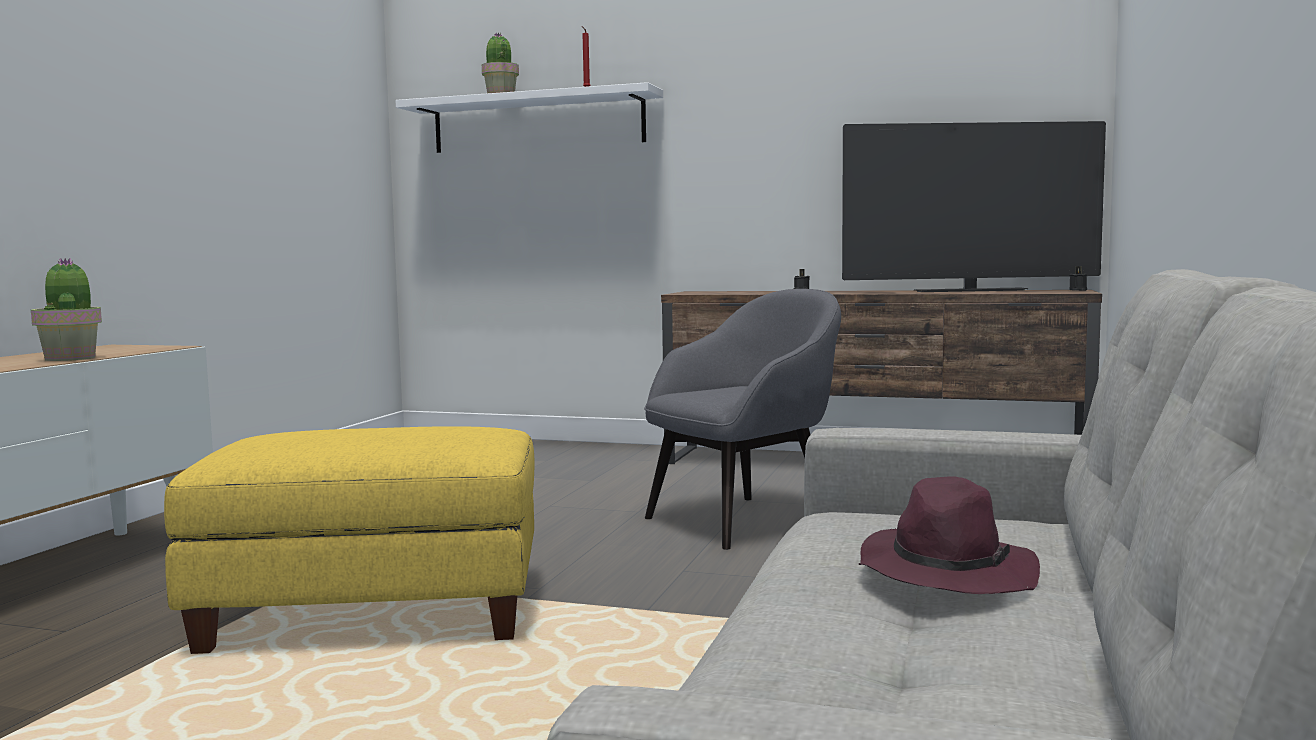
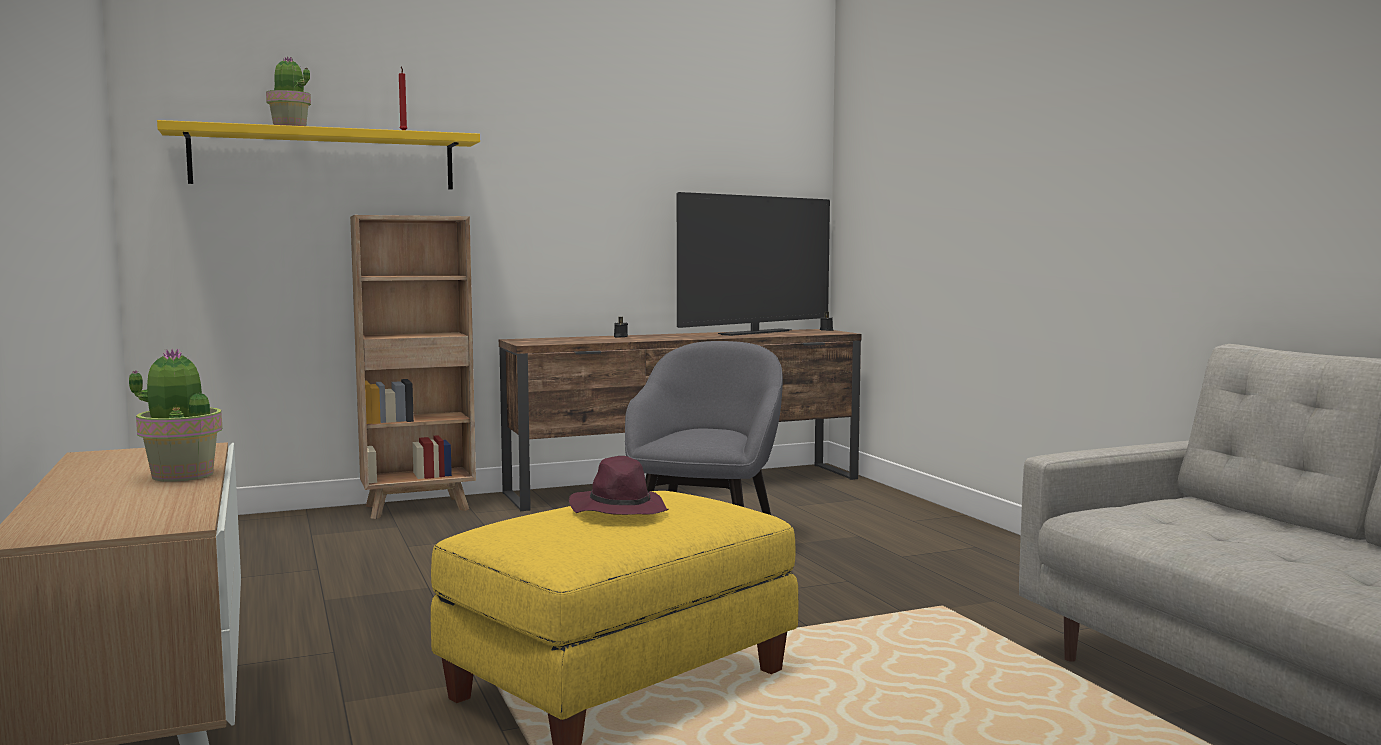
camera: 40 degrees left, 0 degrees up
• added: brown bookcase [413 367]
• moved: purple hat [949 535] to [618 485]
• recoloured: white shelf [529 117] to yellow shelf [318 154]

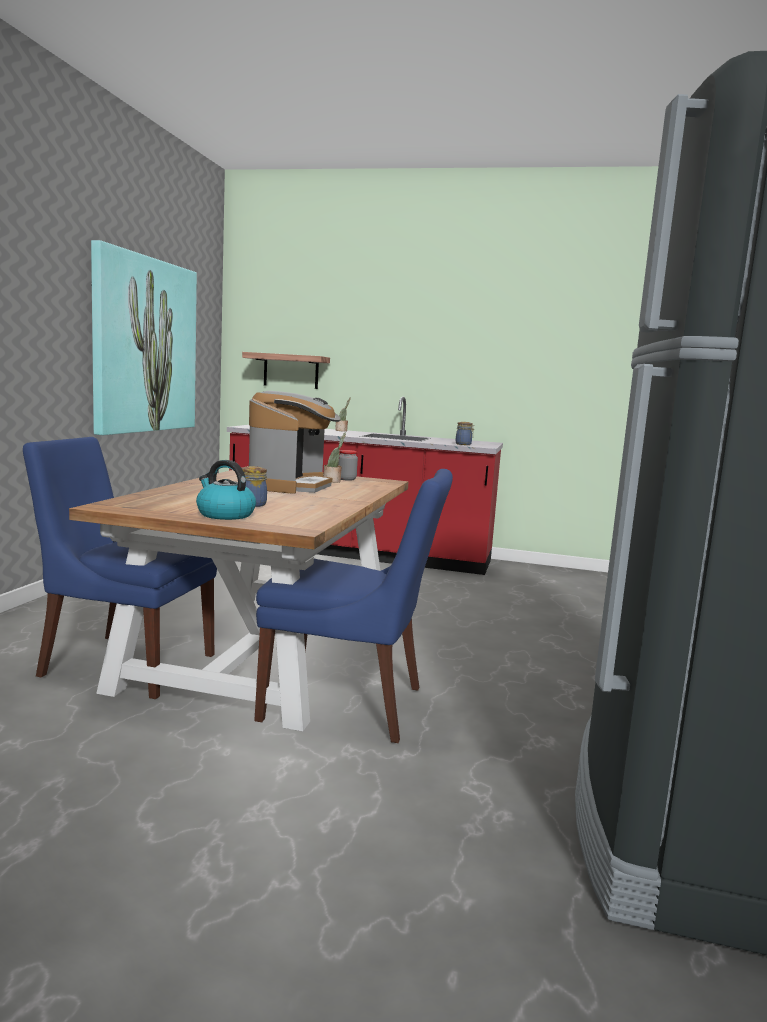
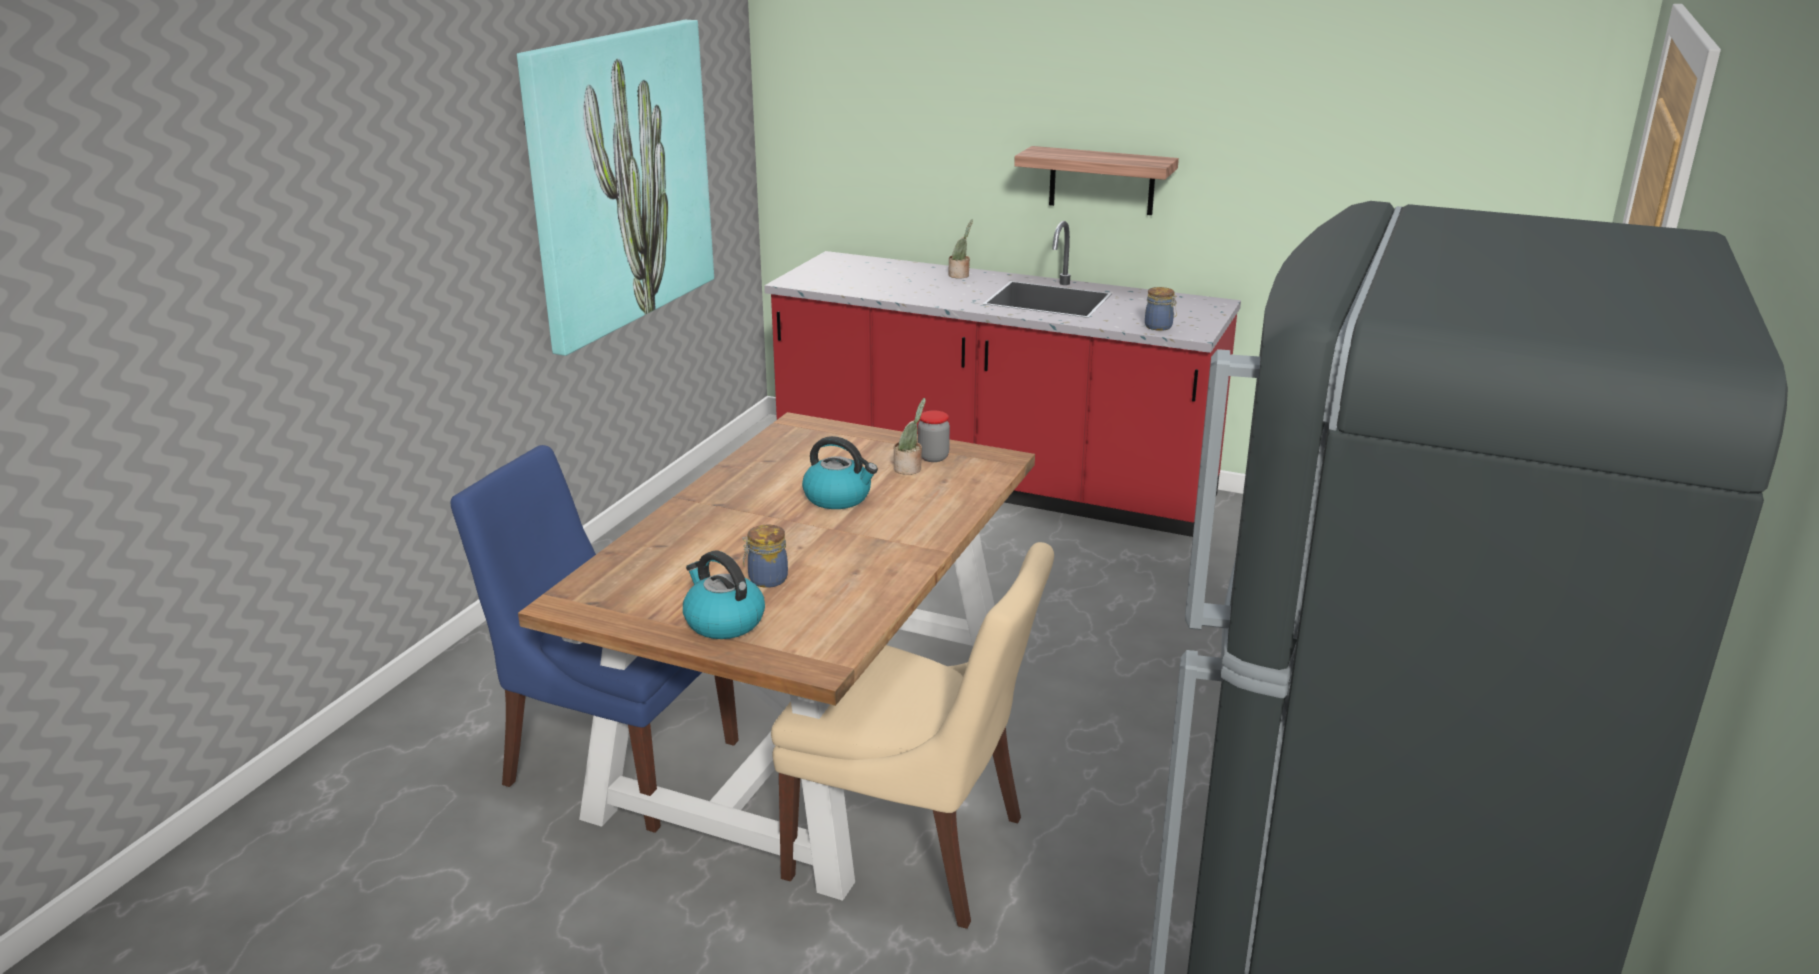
camera: 10 degrees right, 15 degrees up
• moved: shelf [286 370] to [1096 180]
• replaced: coffee machine [295 442] to kettle [840 472]
• recoloured: blue chair [353 606] to beige chair [912 735]

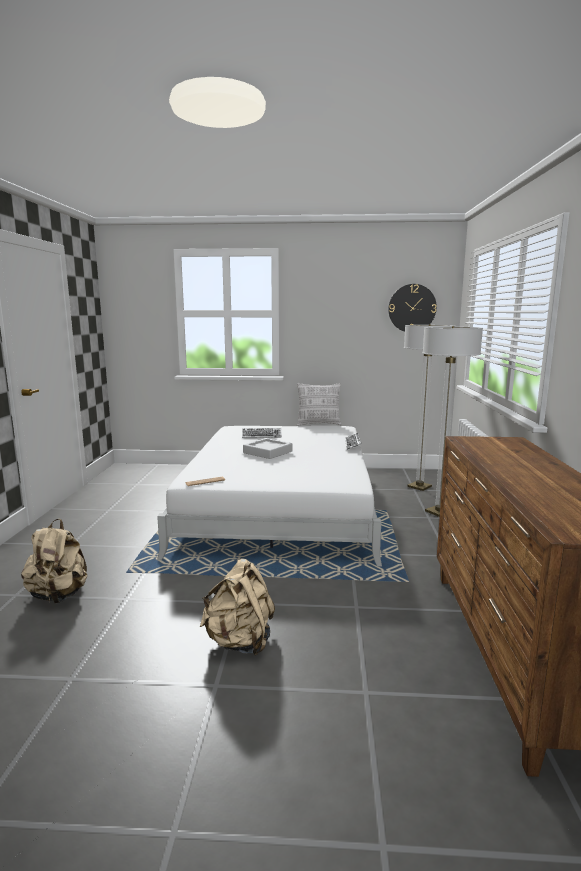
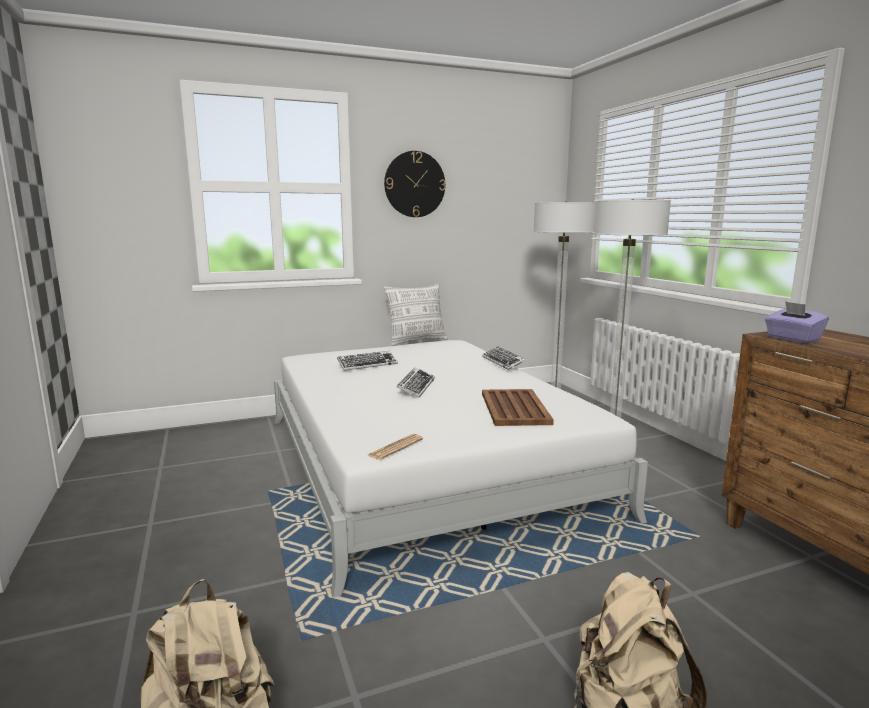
camera: 25 degrees left, 0 degrees up
• added: brown tray [518 407]
• added: purple tissue box [797 322]
• moved: wall clock [412 308] to [415 184]
• replaced: grey tray [268 448] to keyboard [416 383]

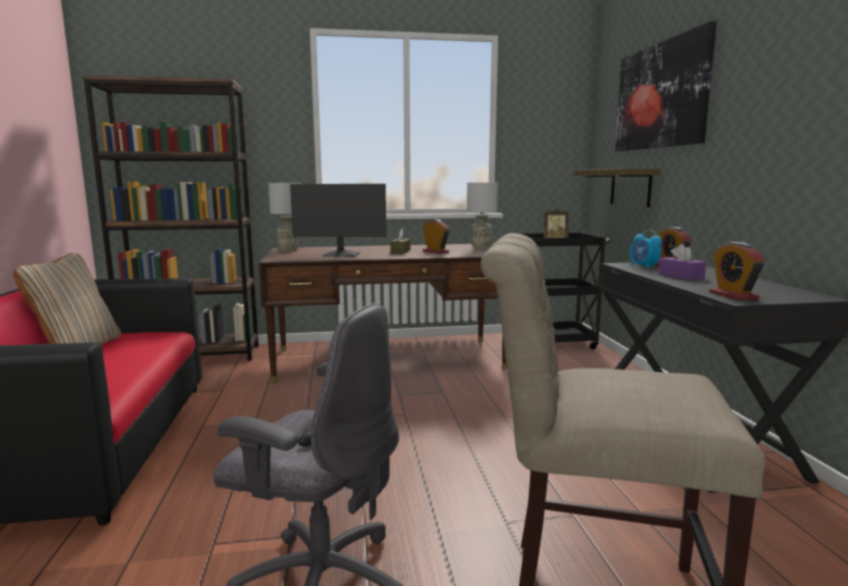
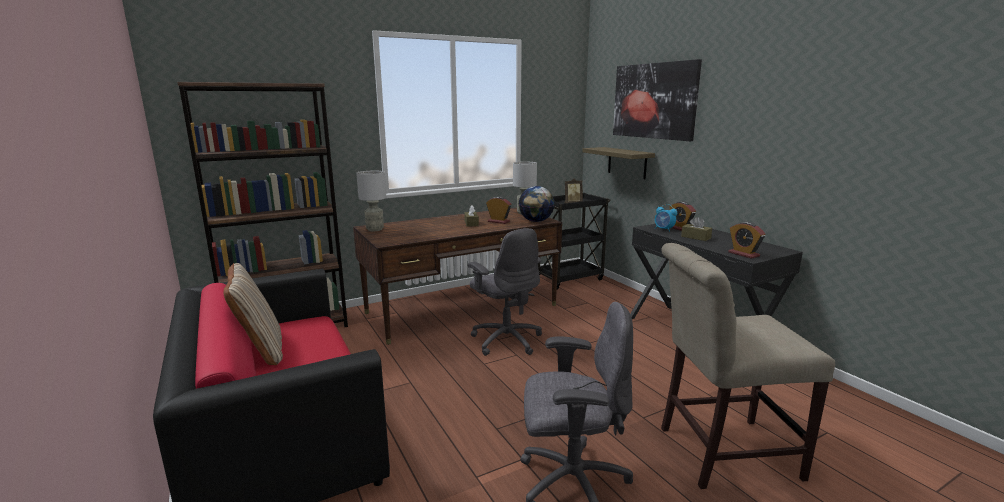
camera: 20 degrees left, 5 degrees up
• removed: monitor [338 220]
• added: grey office chair [505 292]
• added: globe [537 204]
• recoloured: purple tissue box [682 262] to brown tissue box [696 229]

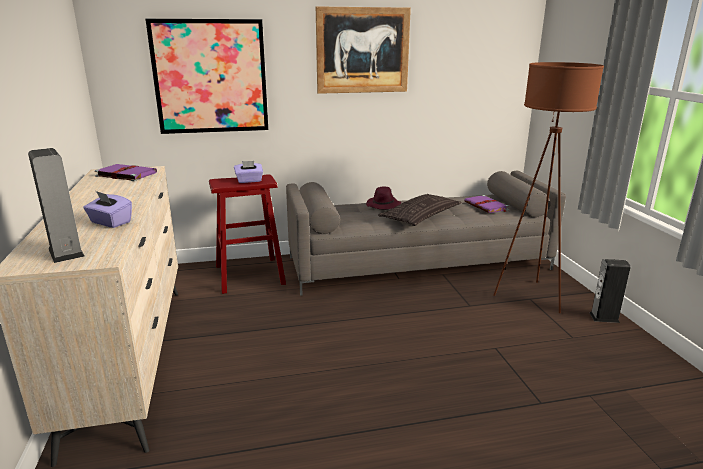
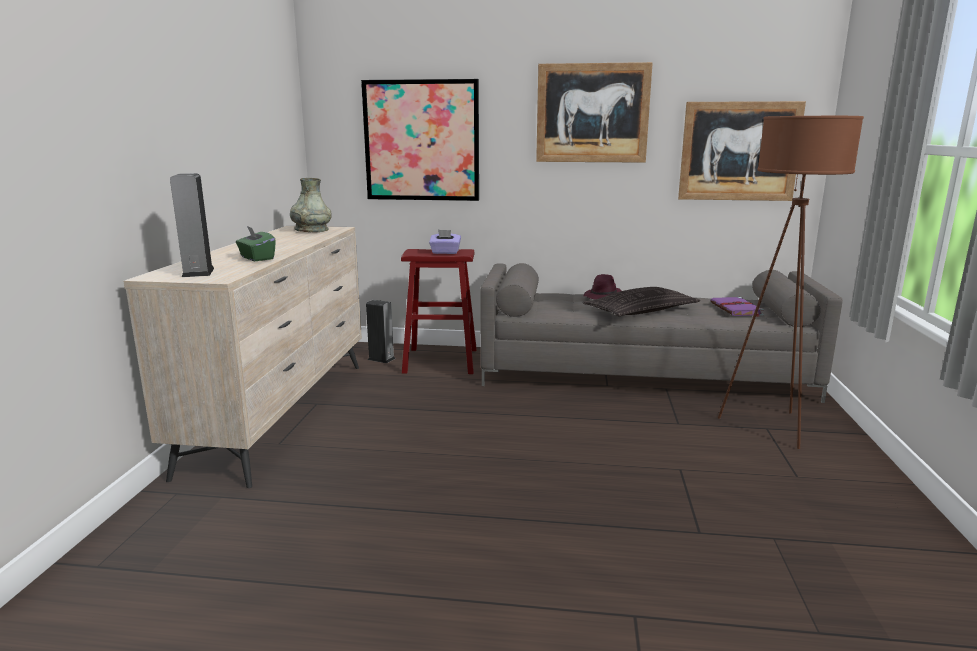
camera: 20 degrees right, 5 degrees down
• added: picture [742 151]
• moved: speaker [610 291] to [381 331]
• replaced: purple book [126 172] to grey vase [311 205]
• recoloured: purple tissue box [107 209] to green tissue box [256 243]

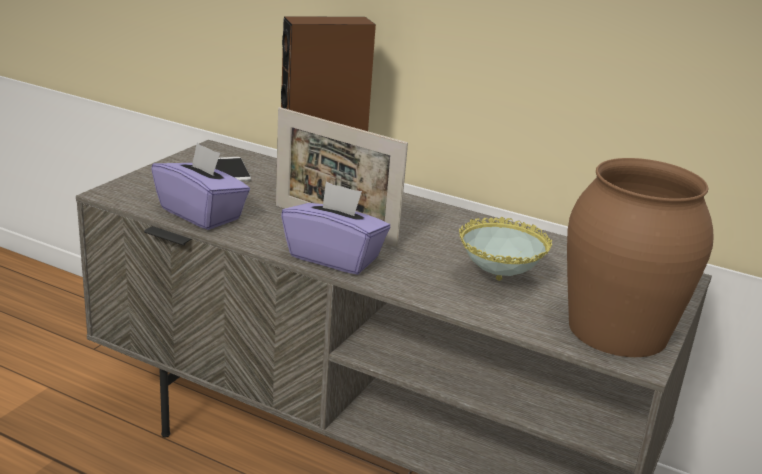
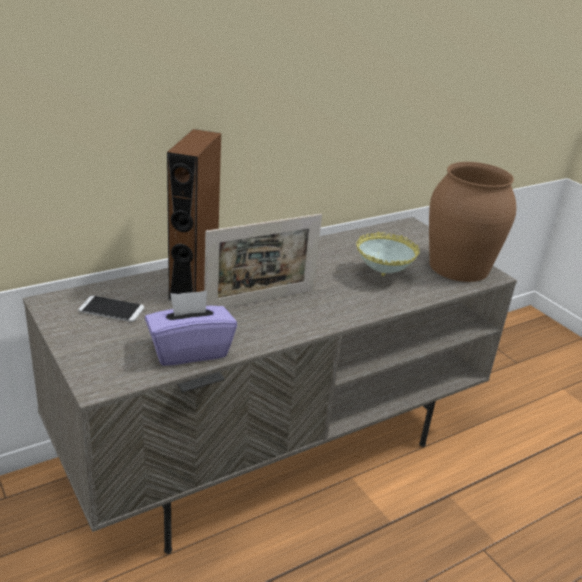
camera: 60 degrees left, 5 degrees up
• removed: purple tissue box [335 228]

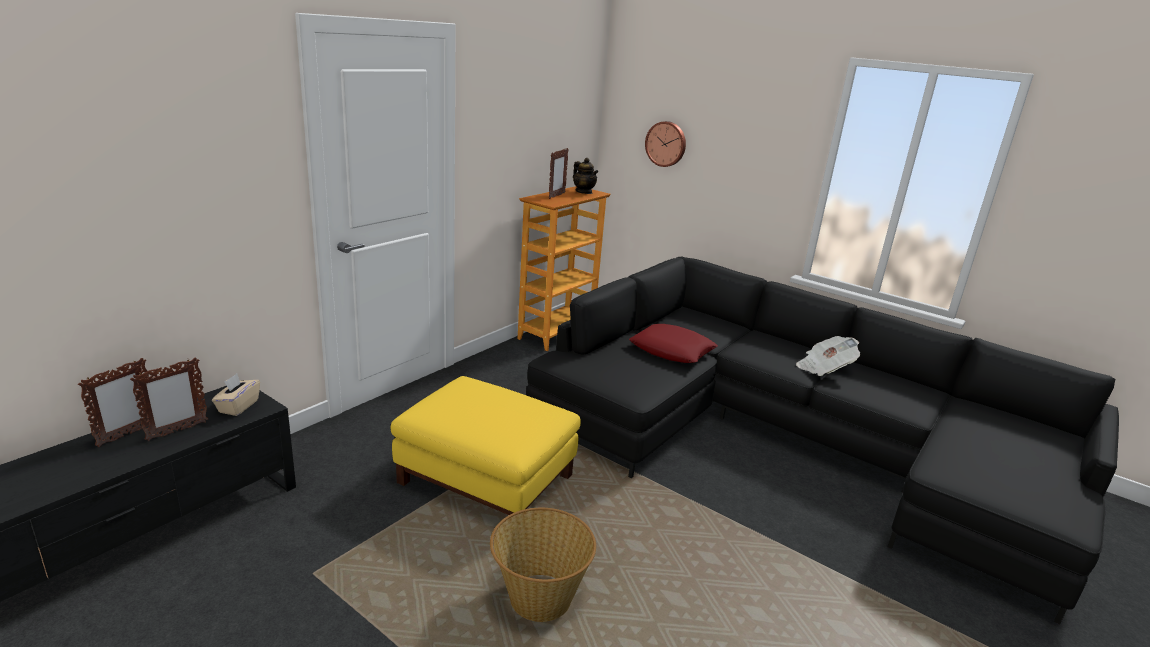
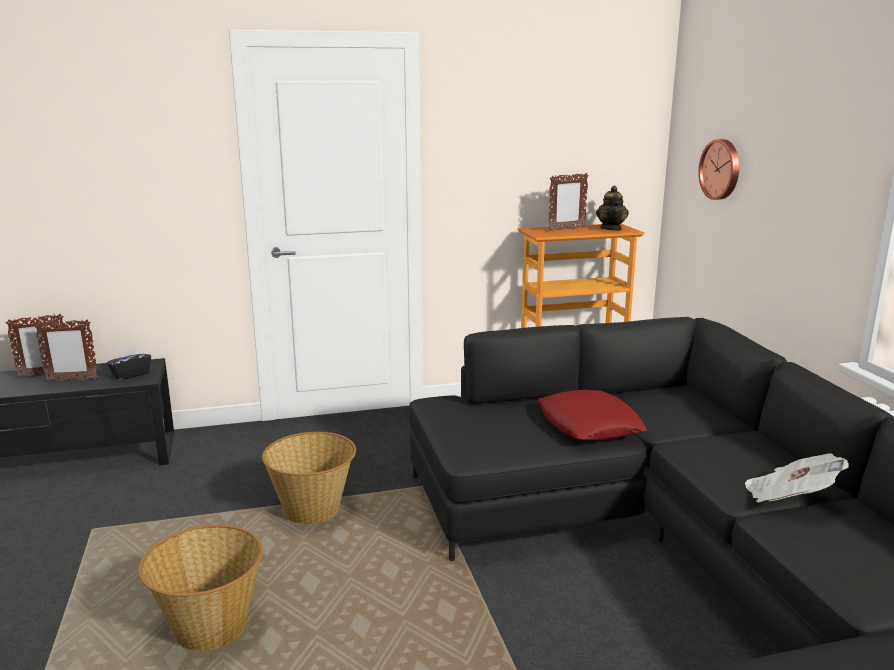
camera: 40 degrees right, 5 degrees down
• replaced: yellow ottoman [486 445] to basket [309 478]
• recoloured: beige tissue box [236 395] to black tissue box [129 362]

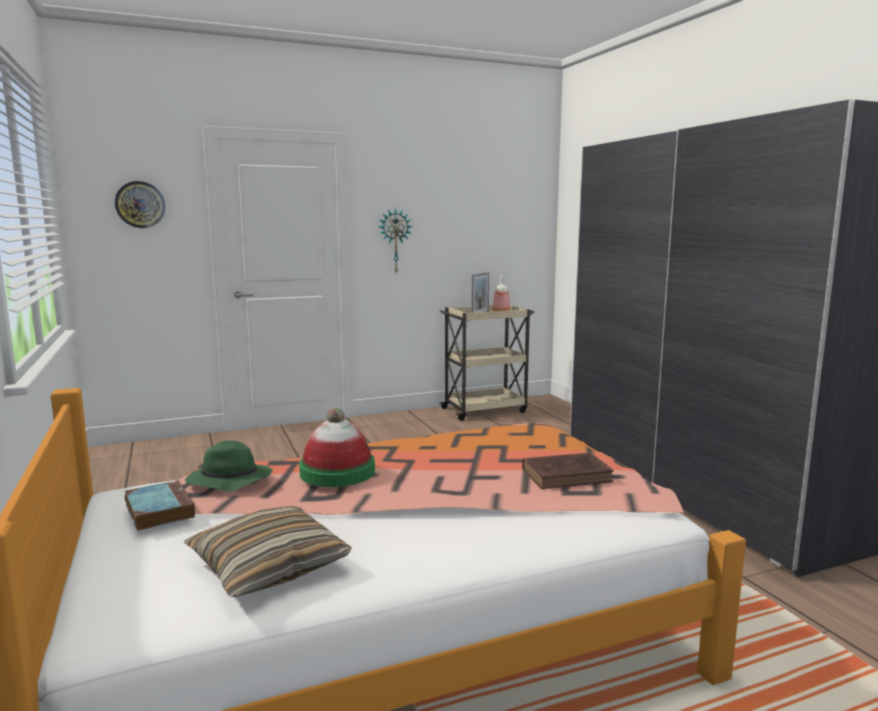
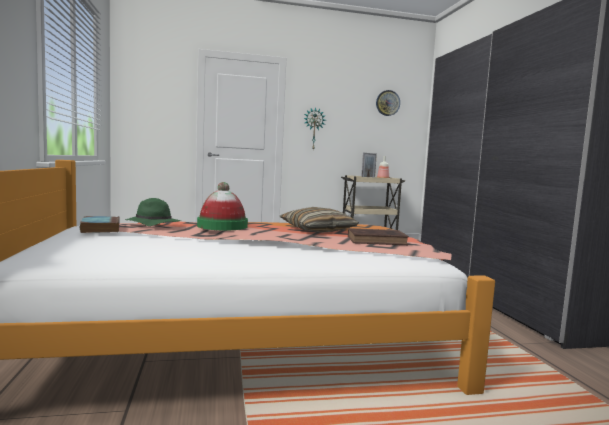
camera: 10 degrees right, 5 degrees down
• moved: wall clock [140 204] to [388 103]
• moved: pillow [267 551] to [319 219]

